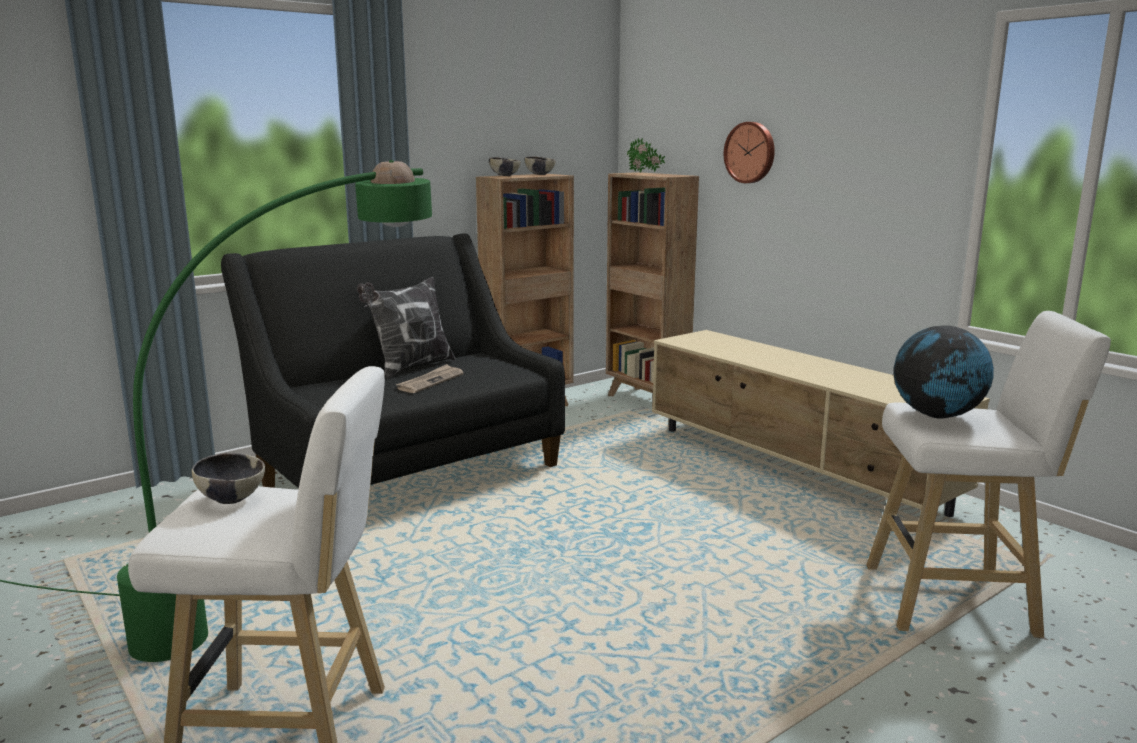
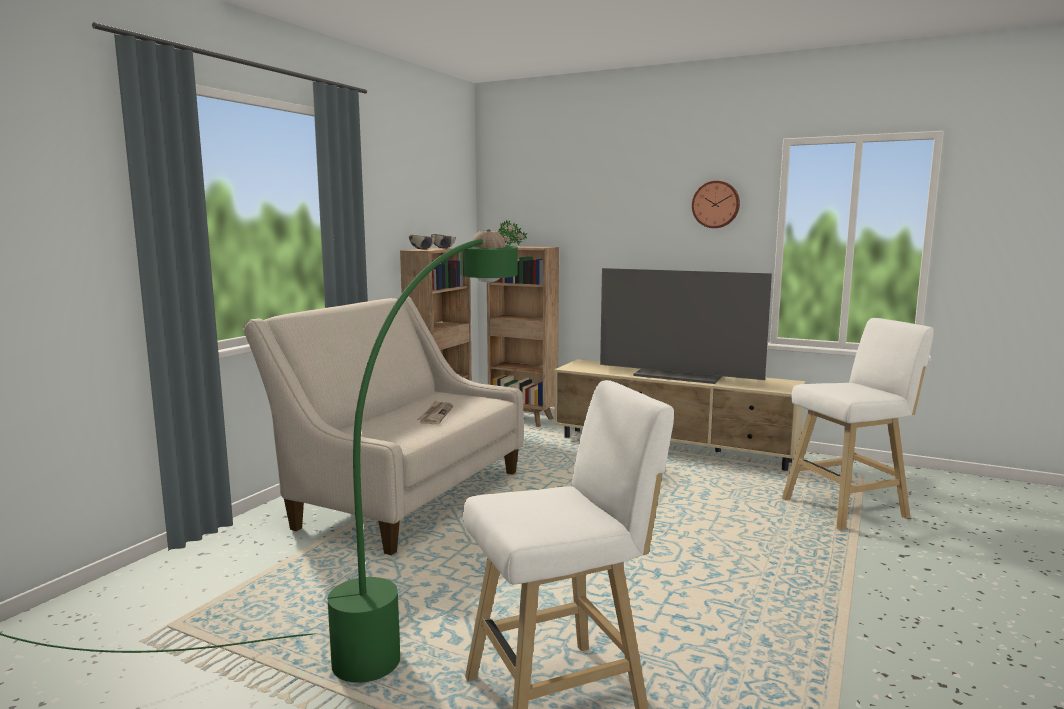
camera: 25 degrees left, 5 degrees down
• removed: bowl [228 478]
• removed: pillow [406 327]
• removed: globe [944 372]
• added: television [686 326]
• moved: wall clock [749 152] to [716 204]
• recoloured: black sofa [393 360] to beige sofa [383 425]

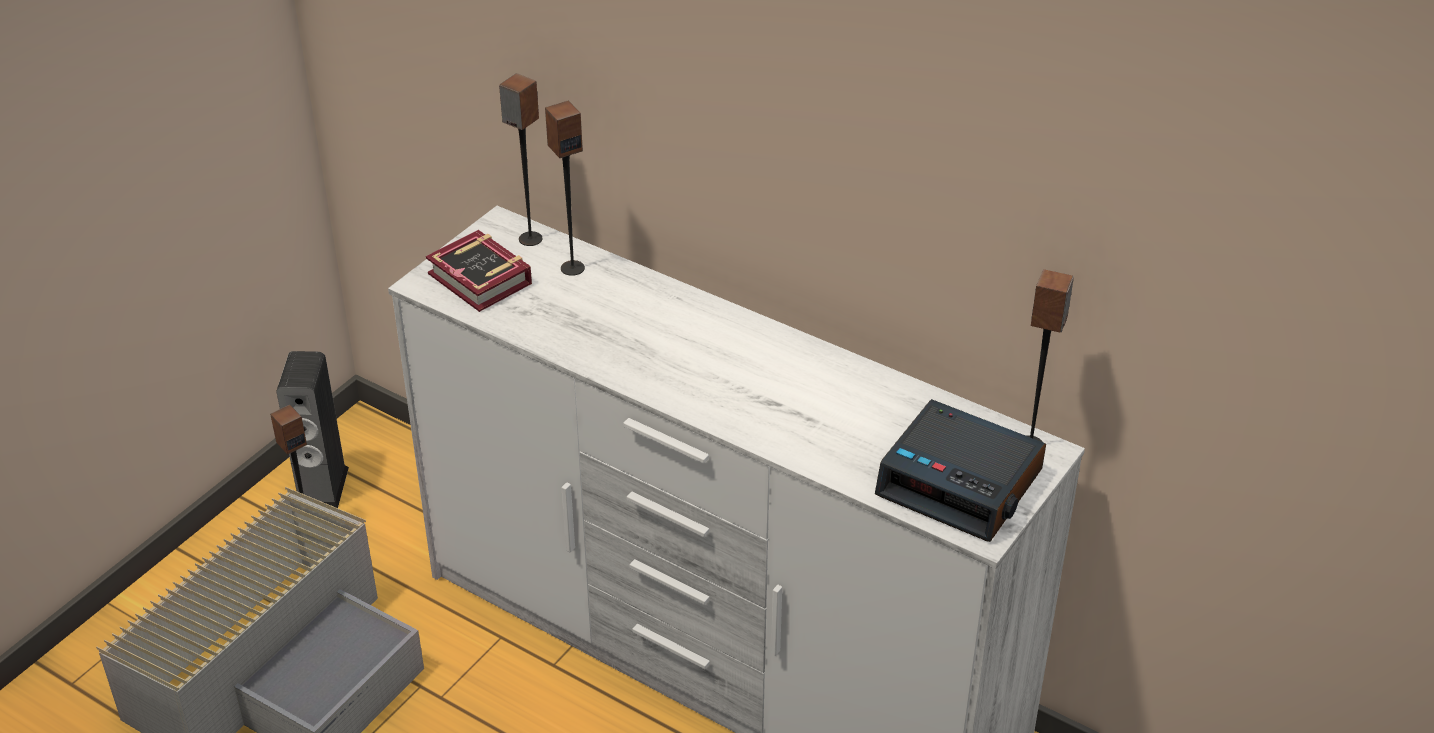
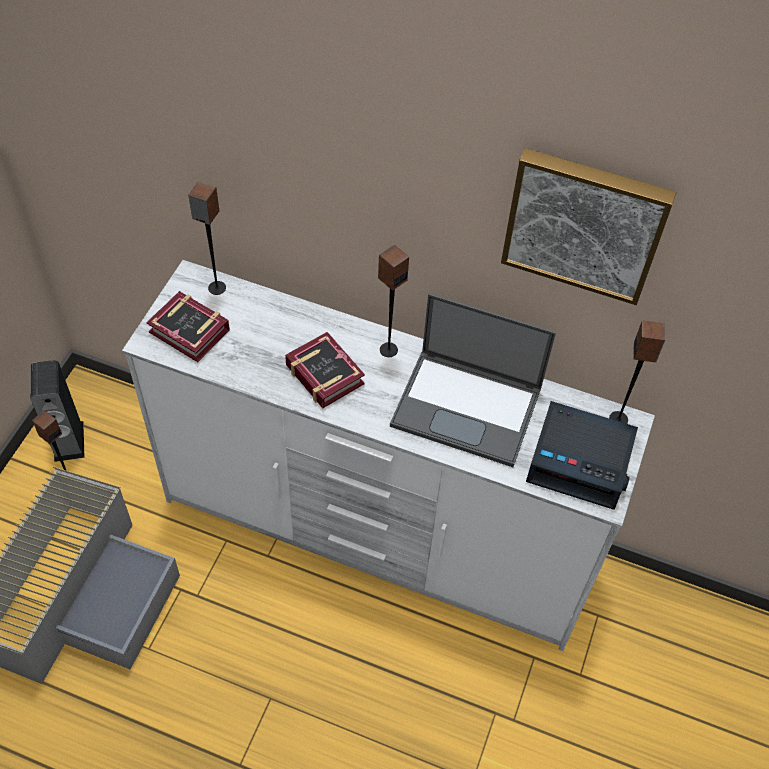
camera: 15 degrees left, 15 degrees up
• added: book [325 370]
• added: laptop [473 380]
• added: picture [588 226]
• moved: speaker [565 188] to [393 301]

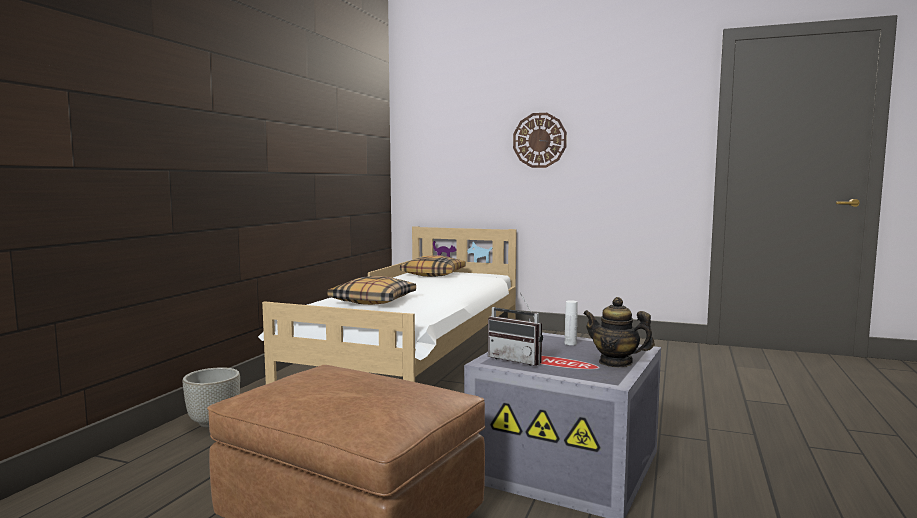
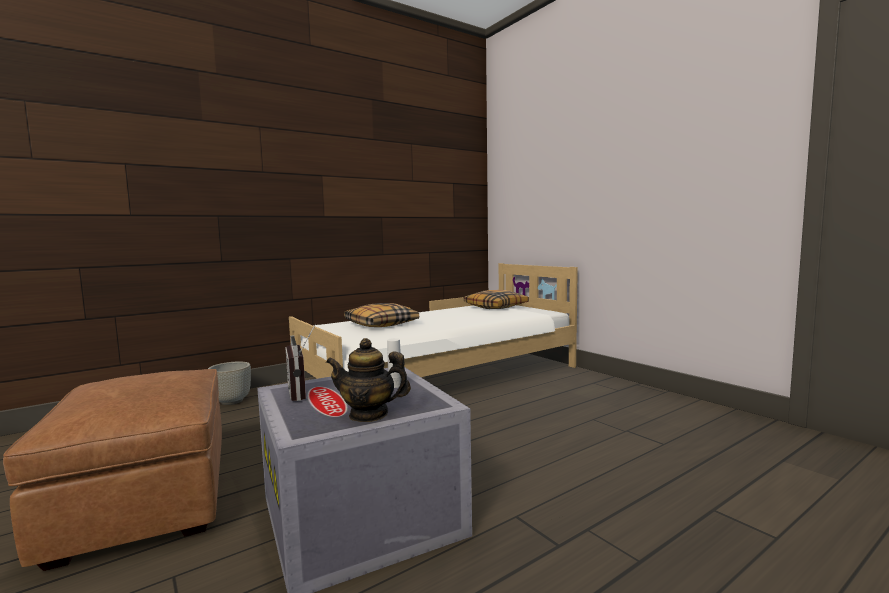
camera: 35 degrees right, 0 degrees up
• removed: wall clock [540 140]
• turned: teapot [619 332] = [368 380] 60 degrees counterclockwise

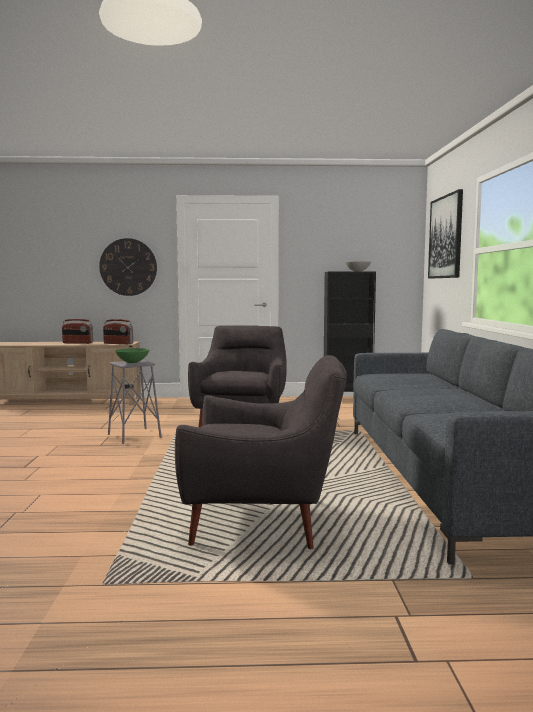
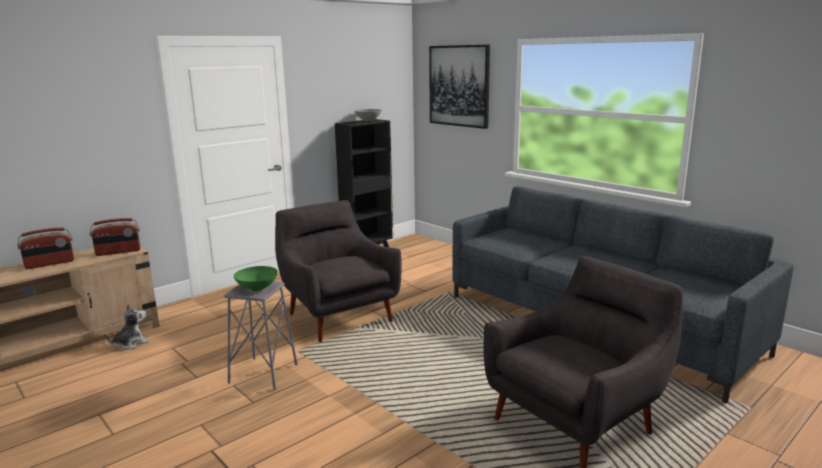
camera: 40 degrees left, 10 degrees up
• removed: wall clock [128 267]
• added: plush toy [127 327]

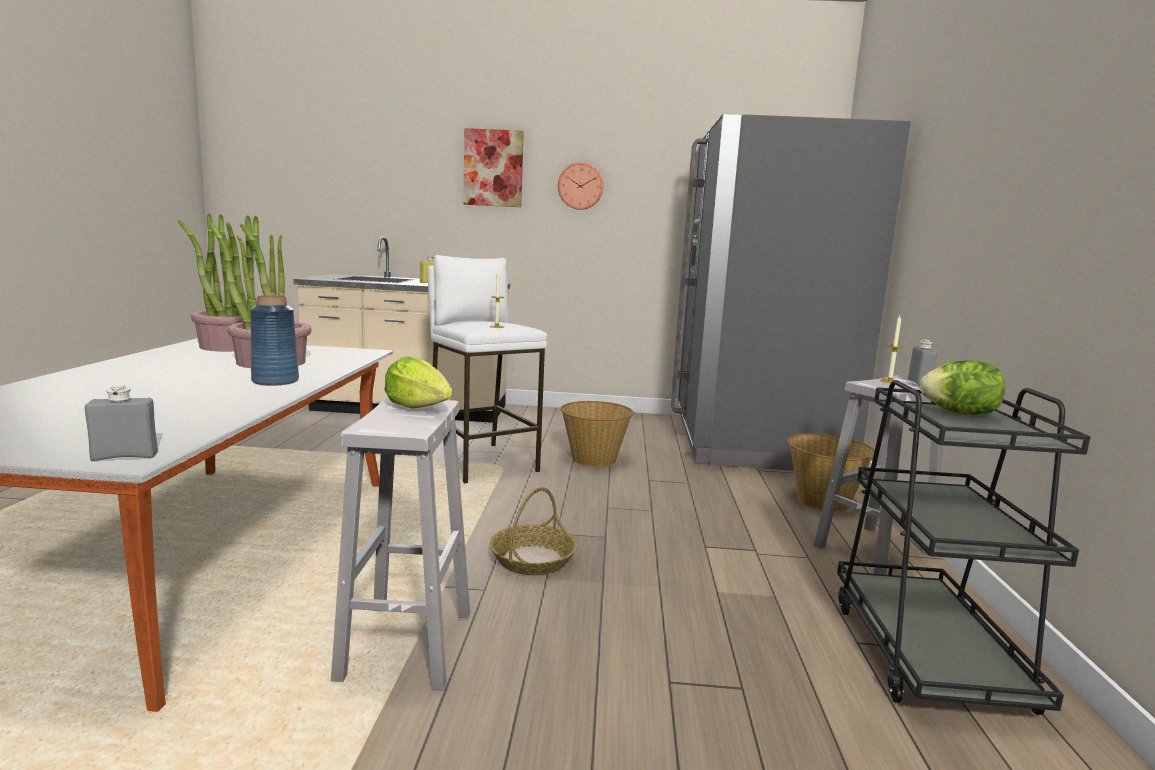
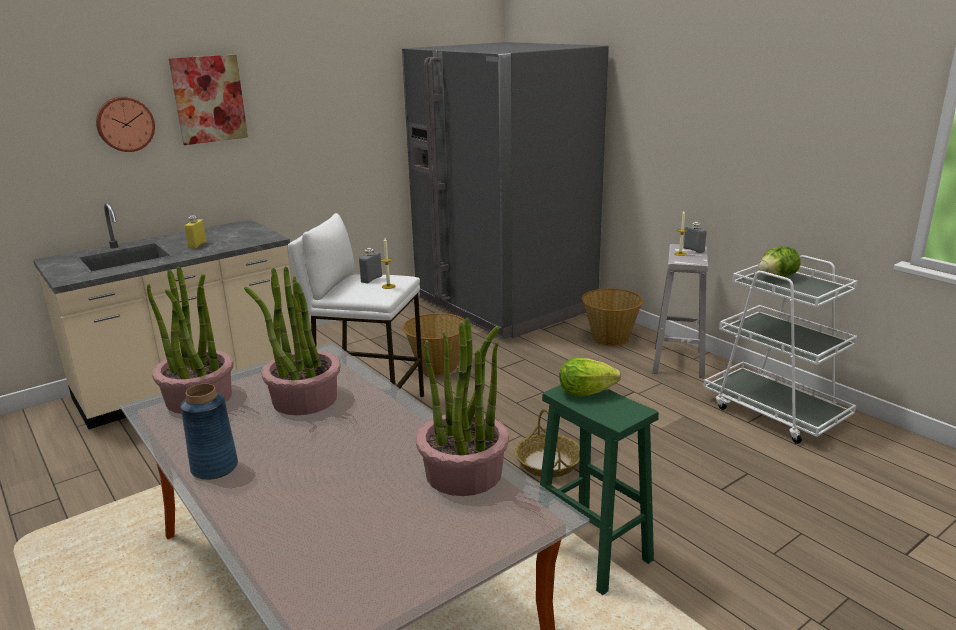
camera: 40 degrees left, 10 degrees up
• added: potted plant [462 406]
• moved: grey bottle [121 423] to [370 265]
• moved: blue vase [274 340] to [209 432]
• moved: wall clock [580 186] to [125 124]
• recoloured: white stool [400 543] to green stool [599 490]
• recoloured: black cart [964 547] to white cart [780 349]

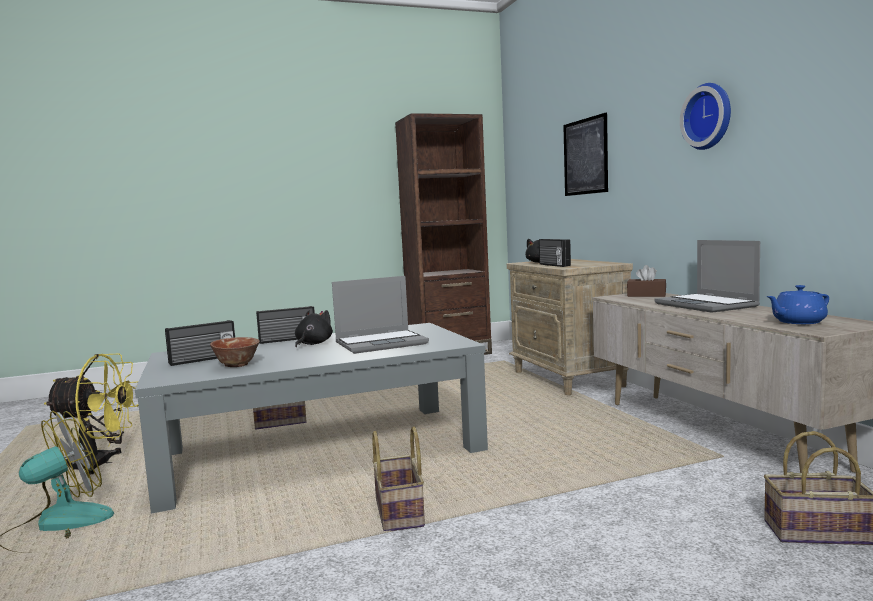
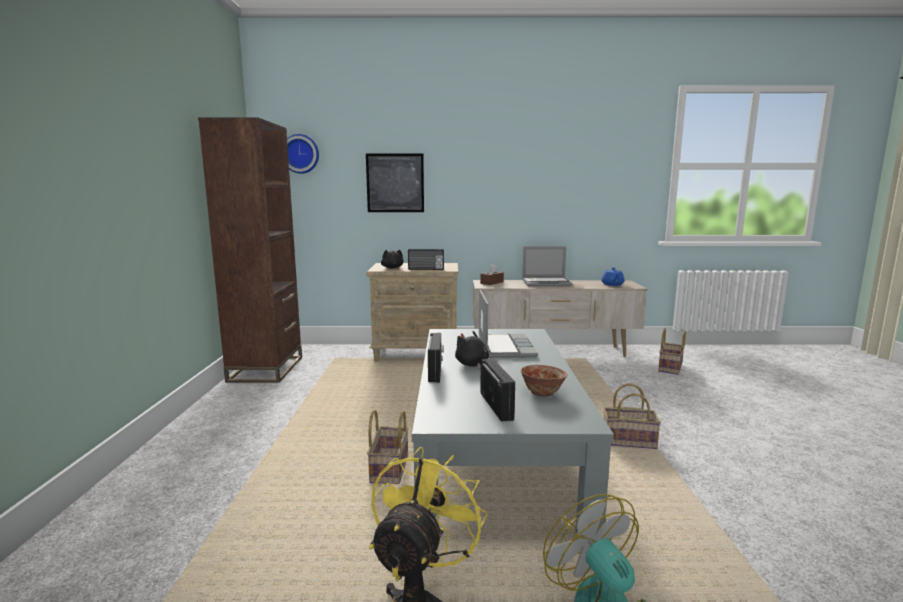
camera: 70 degrees left, 5 degrees up
• moved: wall clock [705 116] to [303 154]

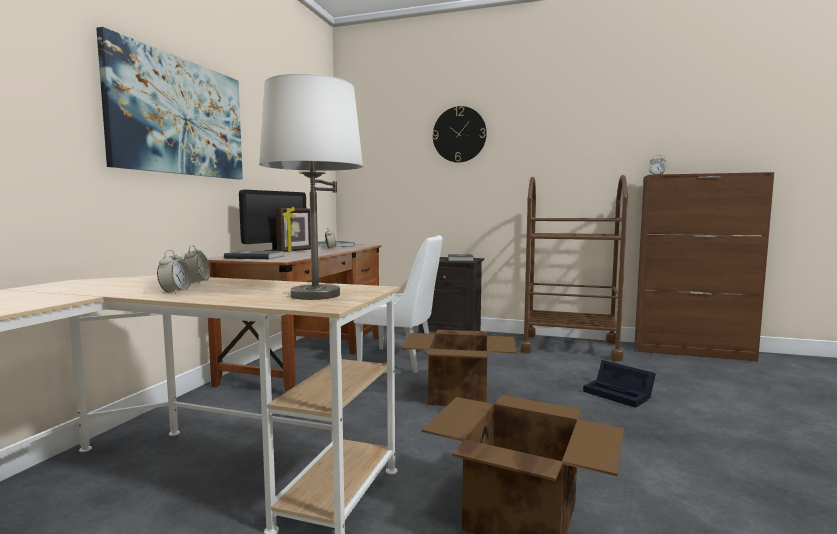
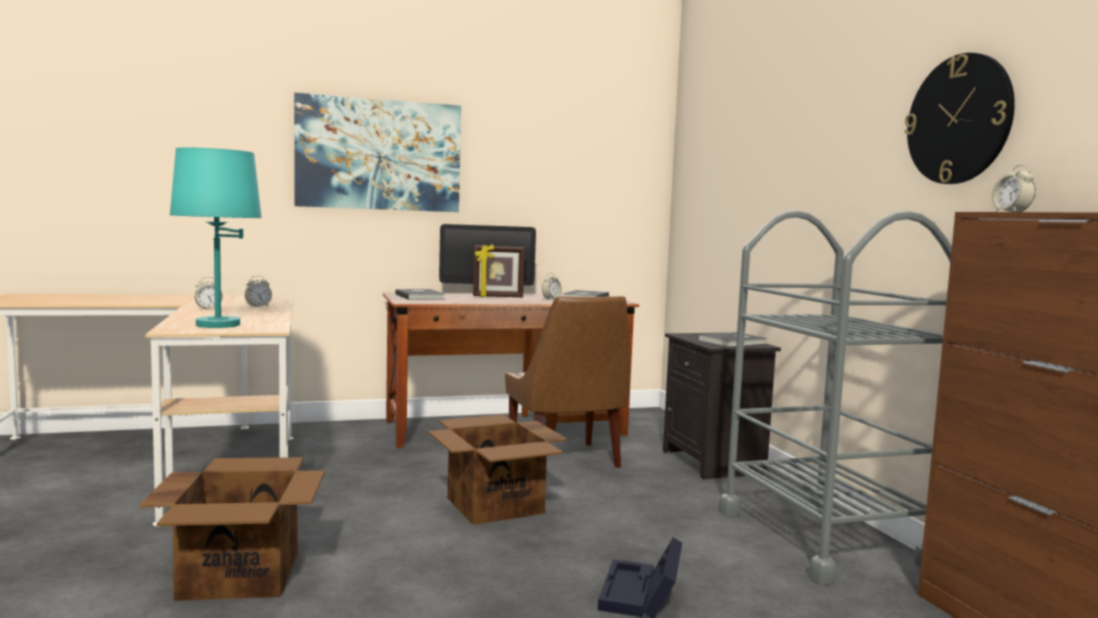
camera: 55 degrees right, 0 degrees up
• moved: wall clock [460 134] to [959 118]
• recoloured: white table lamp [311 187] to turquoise table lamp [216 237]
• recoloured: white chair [398 304] to brown chair [567 382]
• recoloured: brown cart [574 268] to grey cart [835 397]

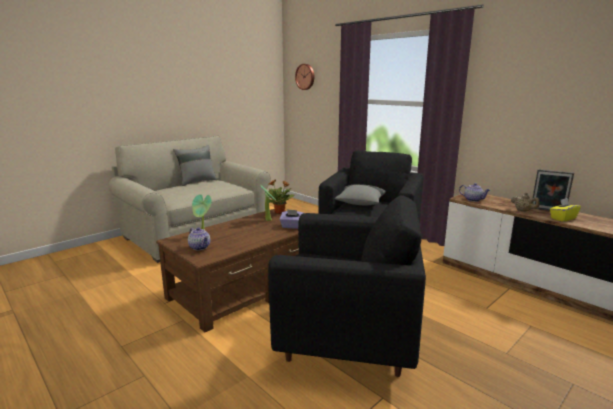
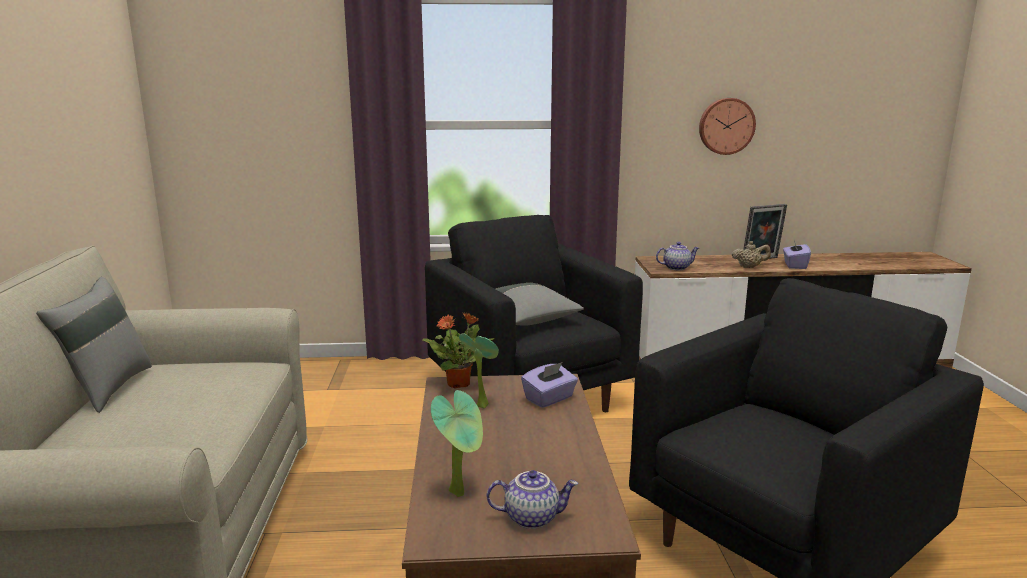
camera: 50 degrees left, 0 degrees up
• moved: wall clock [304 77] to [727 126]
• recoloured: yellow tissue box [565 210] to purple tissue box [797 254]

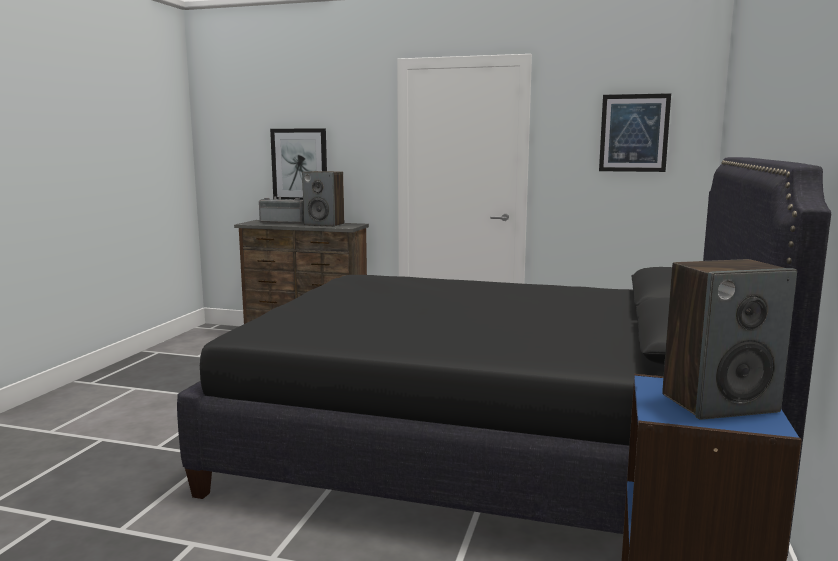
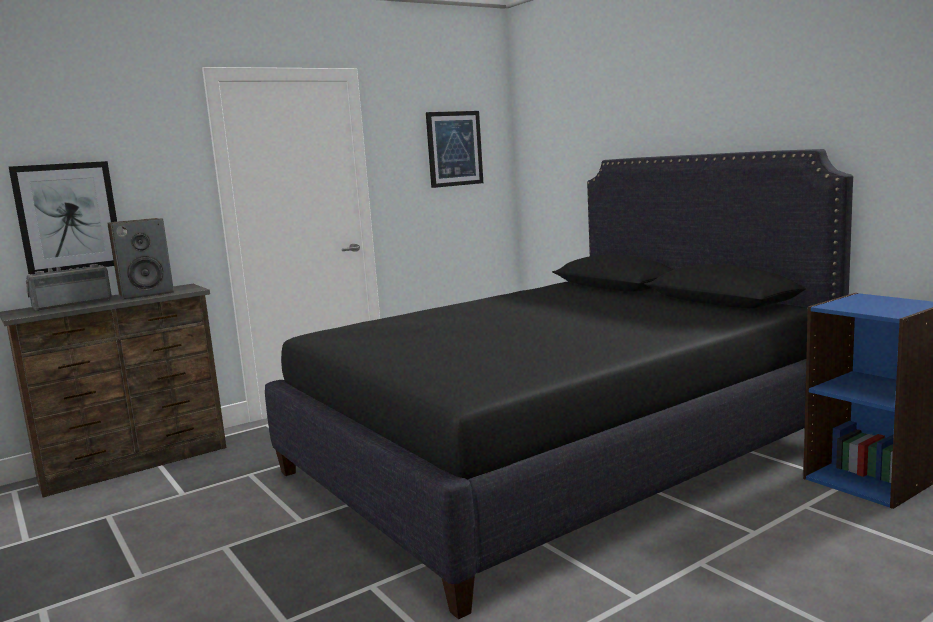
camera: 50 degrees left, 0 degrees up
• removed: speaker [729 339]

